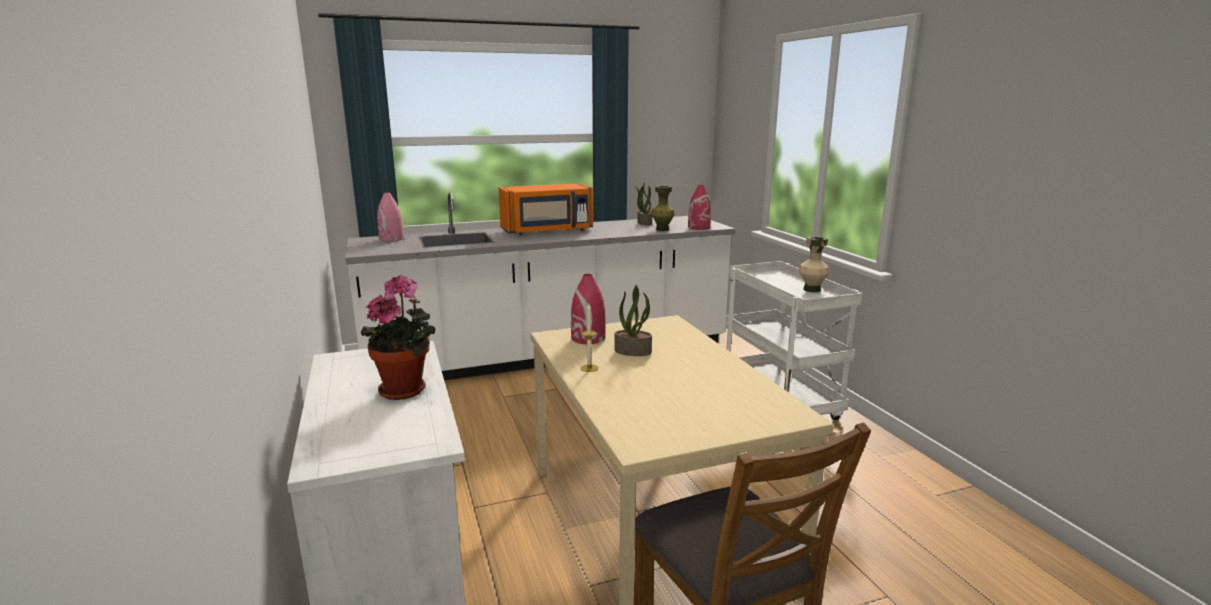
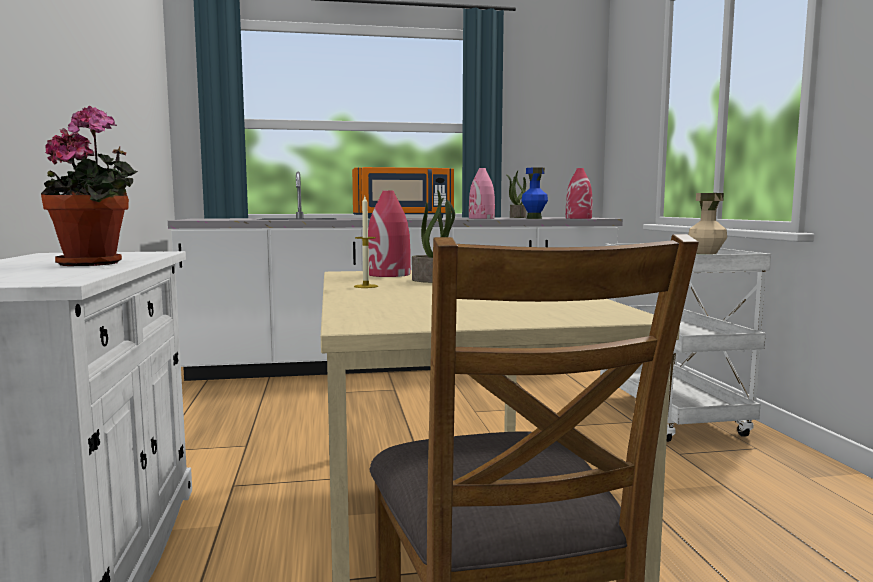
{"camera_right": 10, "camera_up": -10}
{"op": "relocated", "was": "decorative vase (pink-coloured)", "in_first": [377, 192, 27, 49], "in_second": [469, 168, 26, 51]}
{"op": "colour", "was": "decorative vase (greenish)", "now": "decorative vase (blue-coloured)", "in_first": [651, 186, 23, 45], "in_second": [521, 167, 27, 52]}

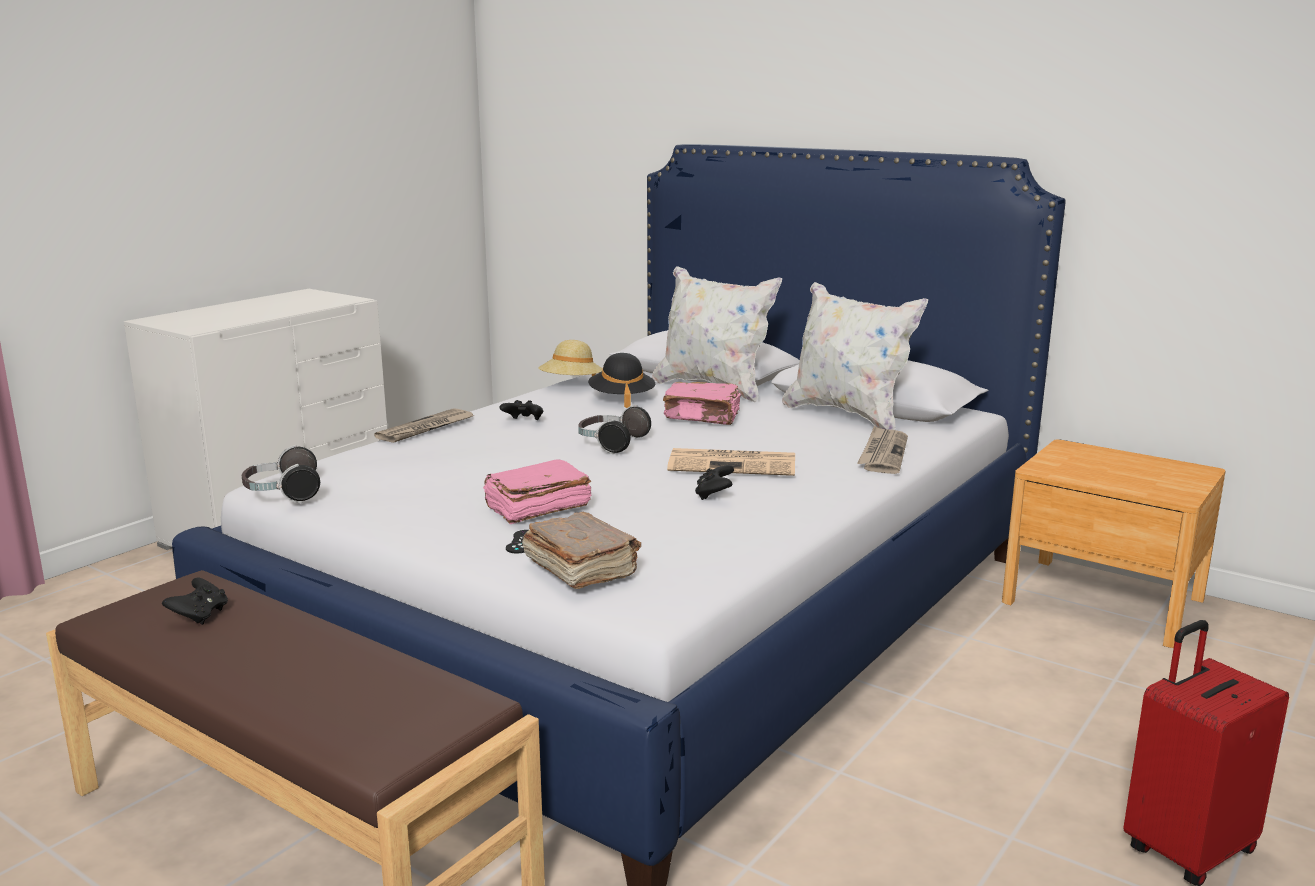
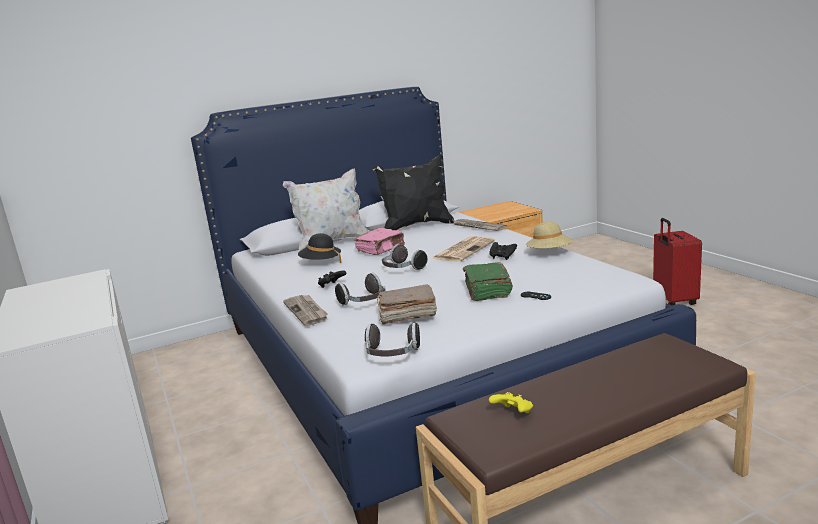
{"camera_right": -60, "camera_up": 0}
{"op": "appeared", "now": "headset", "in_second": [335, 273, 51, 33]}
{"op": "relocated", "was": "bound book (brownish)", "in_first": [522, 512, 119, 77], "in_second": [377, 284, 60, 41]}
{"op": "relocated", "was": "clothing hat (sand-coloured)", "in_first": [538, 340, 65, 36], "in_second": [526, 222, 47, 26]}
{"op": "colour", "was": "game controller (blackish)", "now": "game controller (yellow-coloured)", "in_first": [162, 578, 66, 47], "in_second": [489, 392, 44, 21]}
{"op": "colour", "was": "bound book (pink-coloured)", "now": "bound book (greenish)", "in_first": [483, 459, 108, 65], "in_second": [463, 262, 50, 39]}
{"op": "colour", "was": "pillow (white-coloured)", "now": "pillow (blackish)", "in_first": [782, 282, 146, 148], "in_second": [372, 155, 82, 75]}

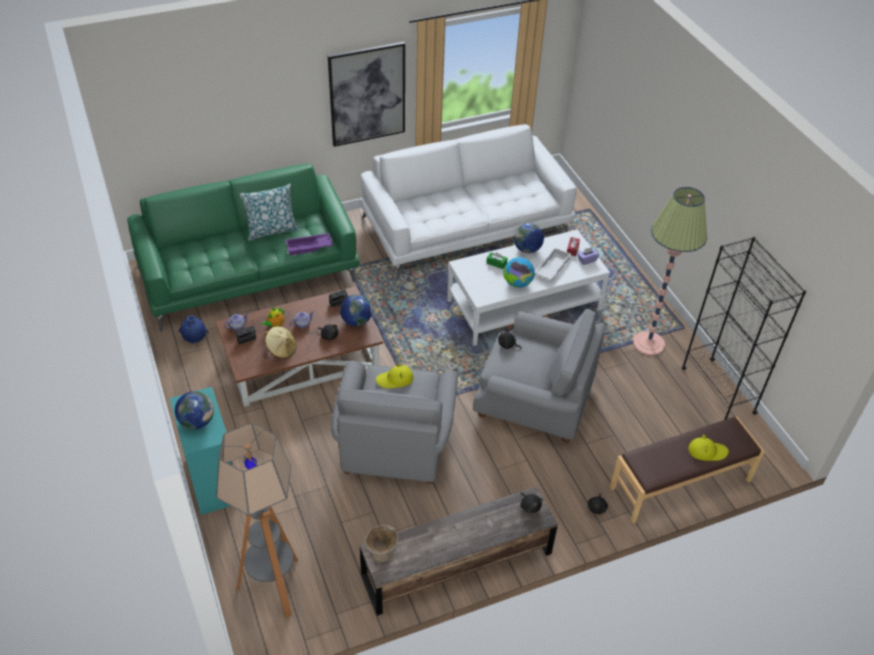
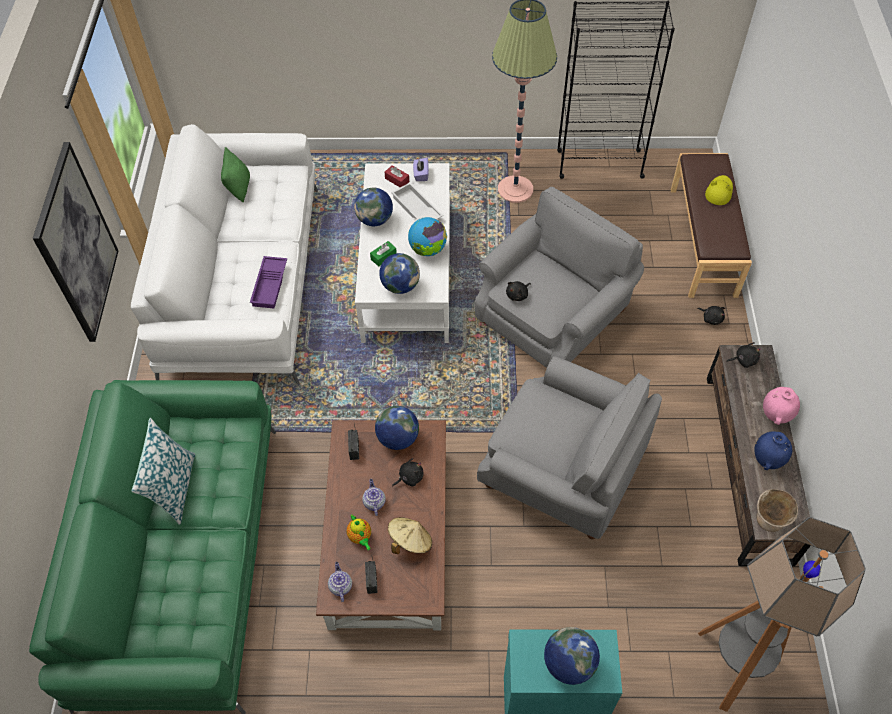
{"camera_right": -65, "camera_up": 10}
{"op": "missing", "was": "clothing hat (yellow-coloured)", "in_first": [376, 363, 37, 25]}
{"op": "appeared", "now": "pillow (greenish)", "in_second": [221, 147, 29, 55]}
{"op": "appeared", "now": "world globe", "in_second": [379, 253, 41, 41]}
{"op": "appeared", "now": "decorative vase (pink-coloured)", "in_second": [763, 387, 37, 38]}
{"op": "relocated", "was": "decorative vase (blue-coloured)", "in_first": [179, 315, 30, 29], "in_second": [754, 431, 38, 39]}
{"op": "relocated", "was": "carrying tray (purple)", "in_first": [286, 233, 47, 22], "in_second": [250, 256, 37, 53]}

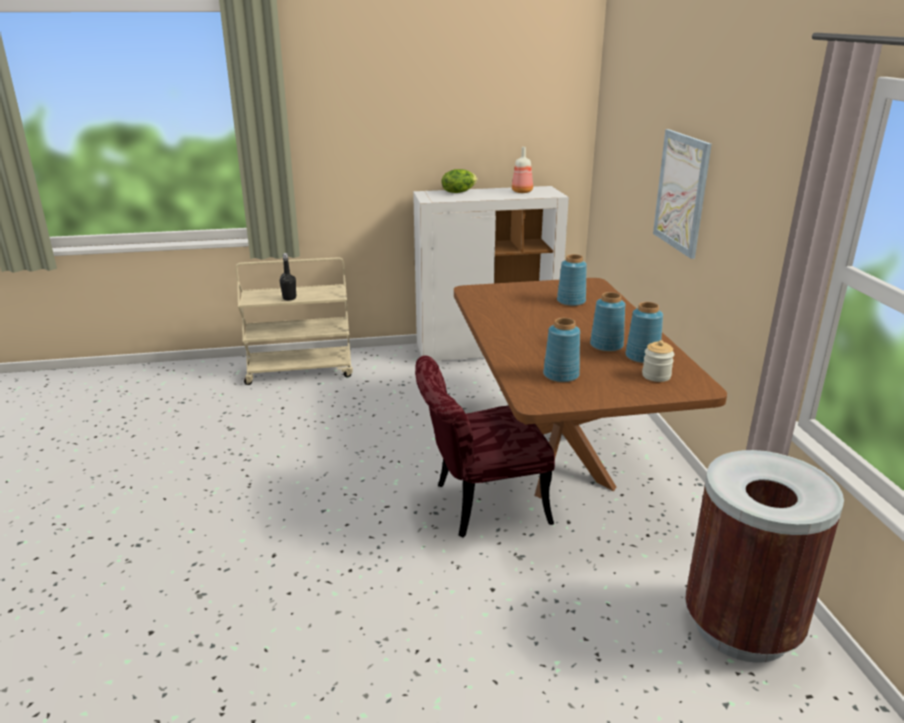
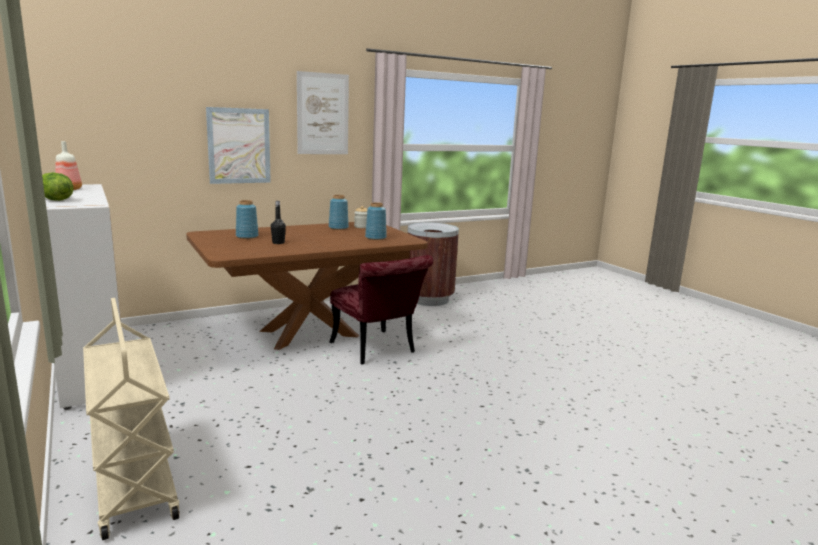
{"camera_right": -110, "camera_up": -10}
{"op": "missing", "was": "decorative vase (blue-coloured)", "in_first": [590, 292, 35, 60]}
{"op": "appeared", "now": "wall art", "in_second": [297, 71, 52, 83]}
{"op": "relocated", "was": "bottle (blackish)", "in_first": [280, 253, 17, 48], "in_second": [271, 201, 15, 43]}

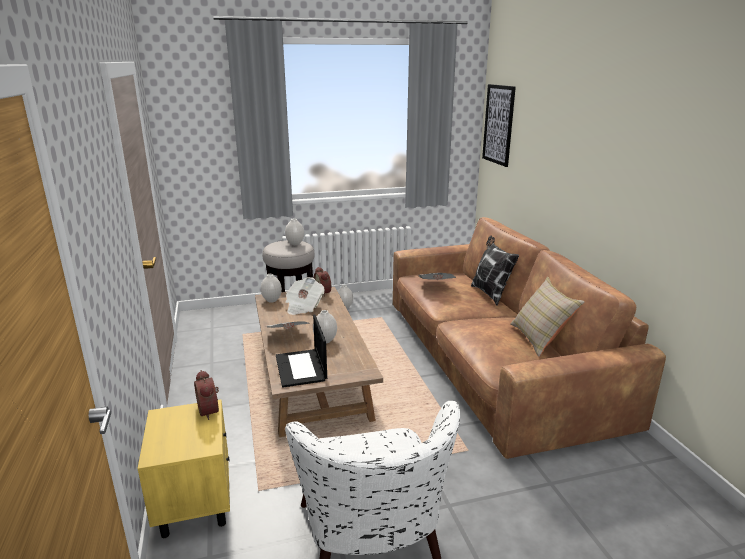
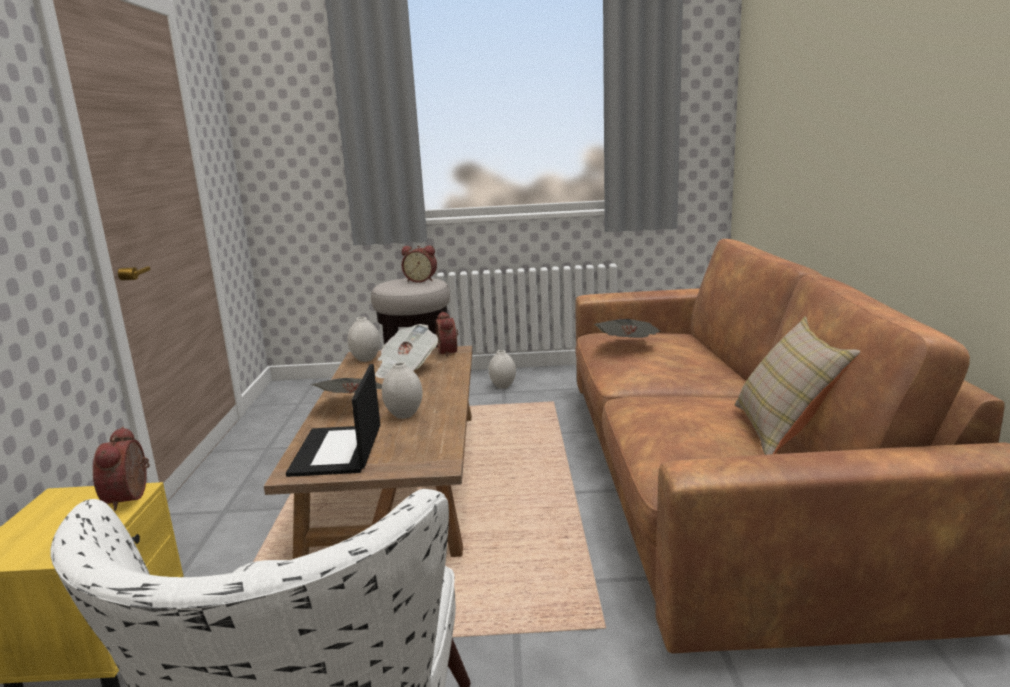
{"camera_right": 15, "camera_up": -5}
{"op": "missing", "was": "pillow", "in_first": [471, 236, 48, 70]}
{"op": "missing", "was": "wall art", "in_first": [482, 84, 34, 83]}
{"op": "exchanged", "was": "decorative vase (white-coloured)", "now": "alarm clock", "in_first": [285, 218, 19, 27], "in_second": [402, 245, 35, 38]}

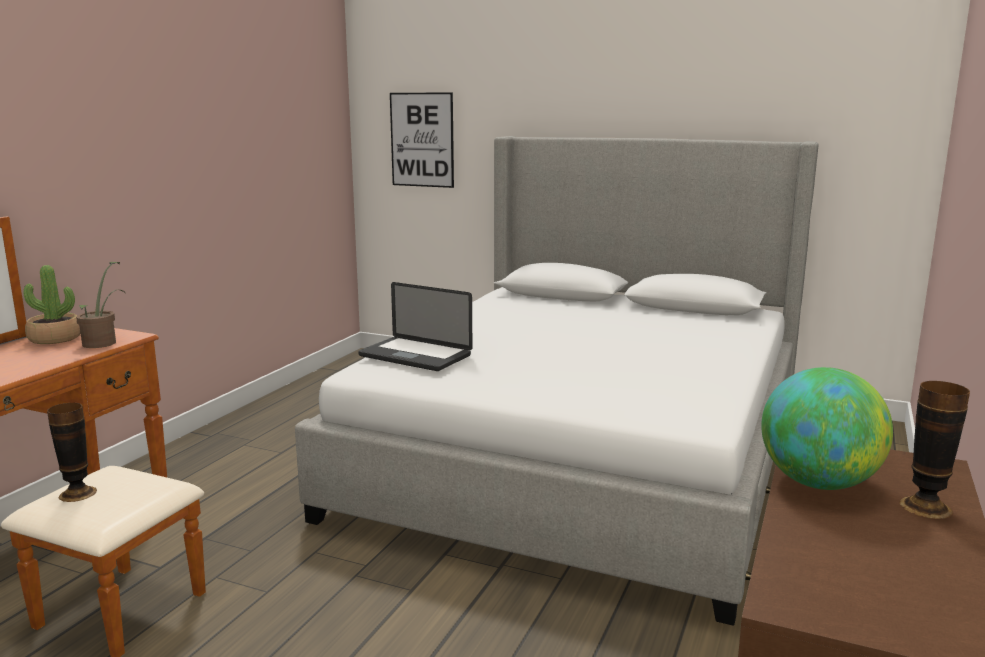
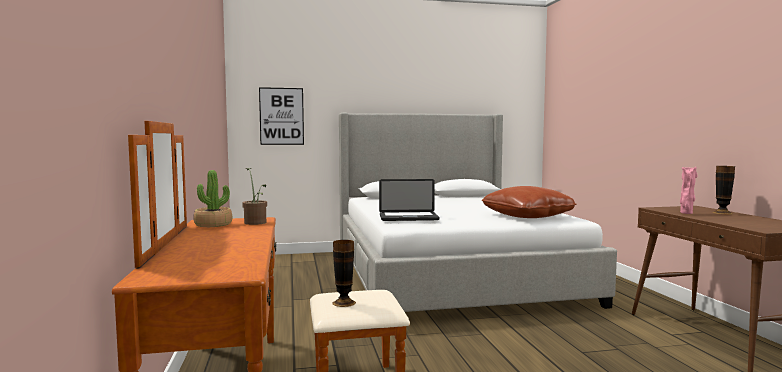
{"camera_right": -35, "camera_up": -10}
{"op": "appeared", "now": "pillow (brownish)", "in_second": [482, 186, 94, 32]}
{"op": "exchanged", "was": "world globe", "now": "decorative vase (pink-coloured)", "in_first": [761, 367, 132, 123], "in_second": [680, 167, 18, 47]}

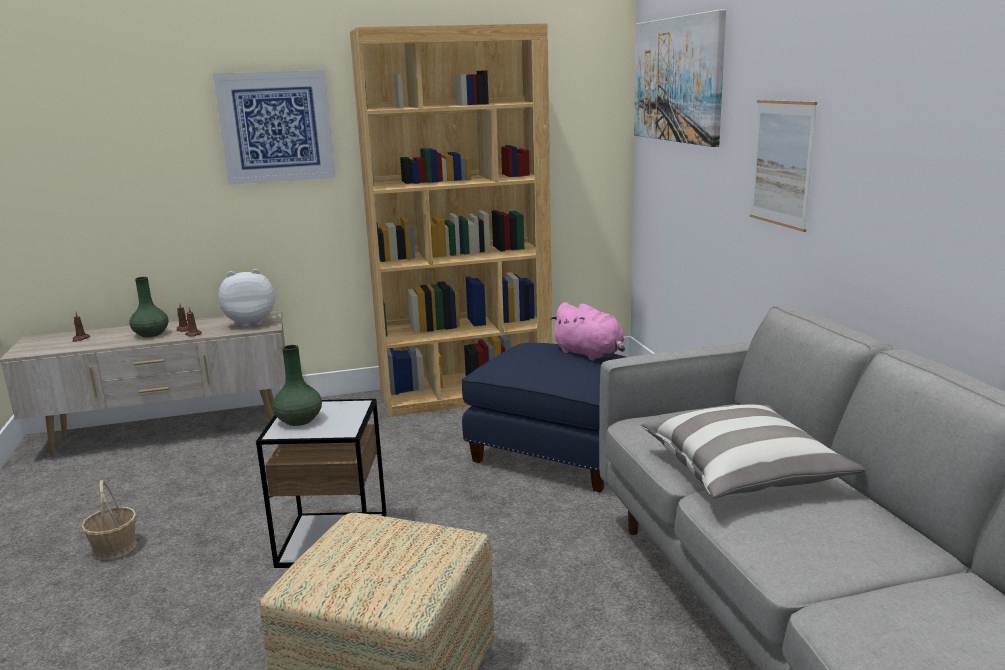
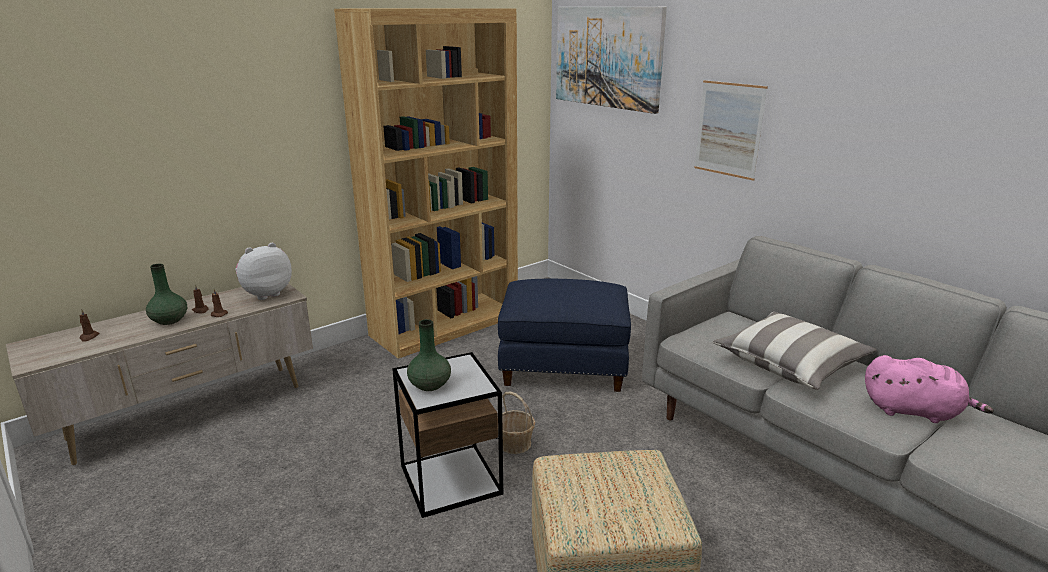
{"camera_right": -25, "camera_up": 5}
{"op": "missing", "was": "wall art", "in_first": [213, 70, 123, 115]}
{"op": "relocated", "was": "storage basket", "in_first": [81, 480, 56, 80], "in_second": [502, 392, 33, 62]}
{"op": "relocated", "was": "soft toy (pink-coloured)", "in_first": [550, 302, 75, 59], "in_second": [865, 355, 129, 68]}

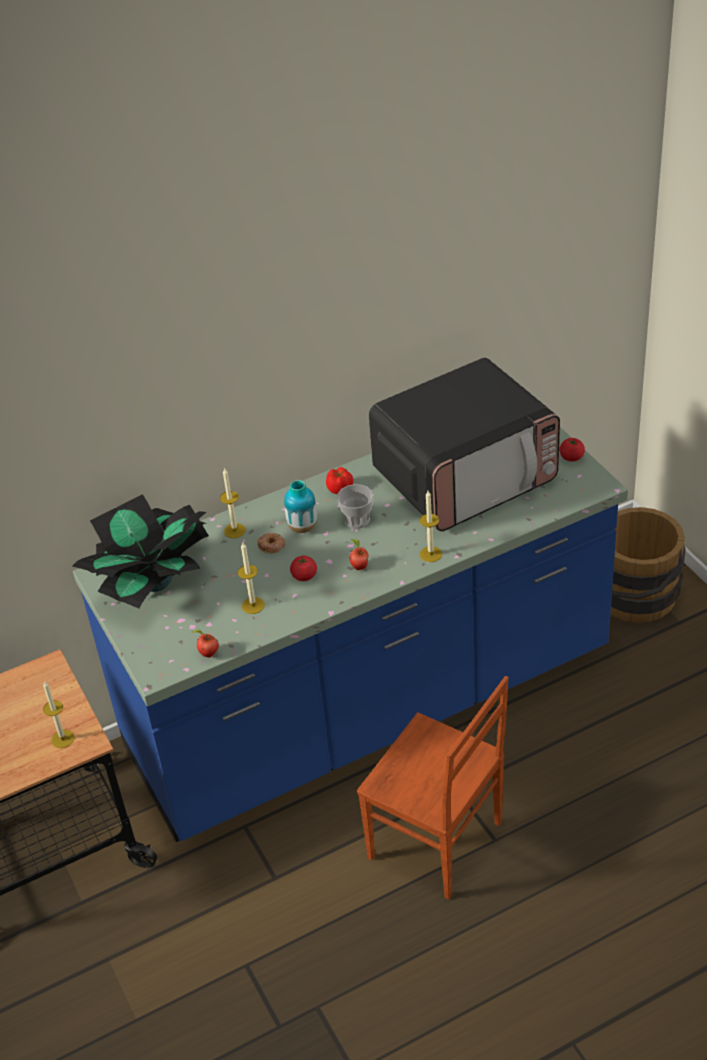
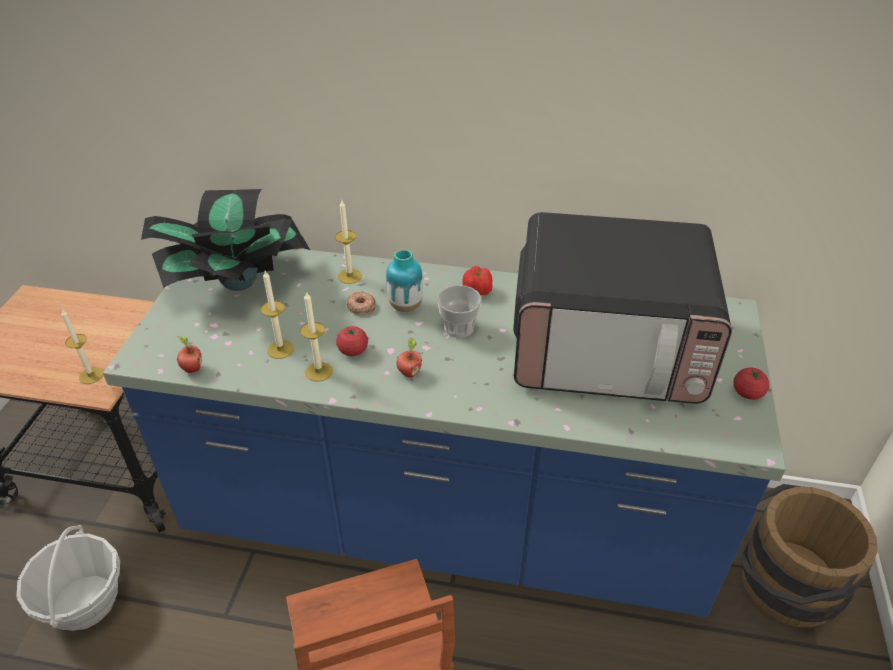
{"camera_right": 35, "camera_up": 0}
{"op": "appeared", "now": "storage basket", "in_second": [16, 525, 104, 106]}
{"op": "relocated", "was": "wax light", "in_first": [420, 491, 22, 71], "in_second": [300, 291, 33, 91]}

